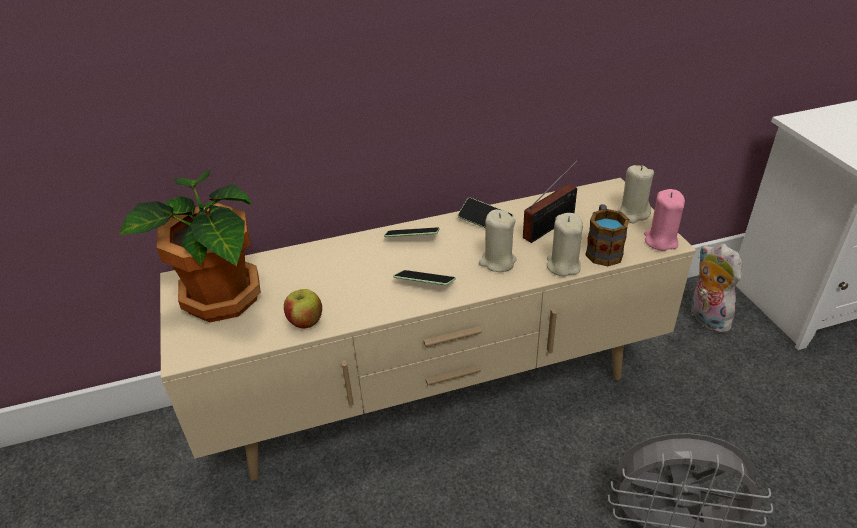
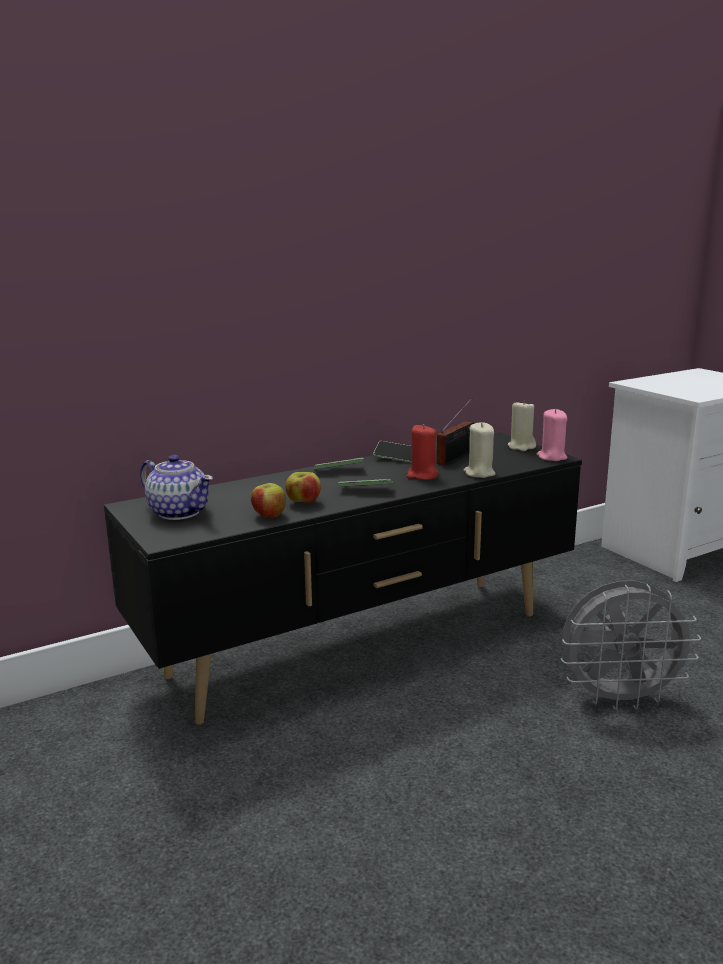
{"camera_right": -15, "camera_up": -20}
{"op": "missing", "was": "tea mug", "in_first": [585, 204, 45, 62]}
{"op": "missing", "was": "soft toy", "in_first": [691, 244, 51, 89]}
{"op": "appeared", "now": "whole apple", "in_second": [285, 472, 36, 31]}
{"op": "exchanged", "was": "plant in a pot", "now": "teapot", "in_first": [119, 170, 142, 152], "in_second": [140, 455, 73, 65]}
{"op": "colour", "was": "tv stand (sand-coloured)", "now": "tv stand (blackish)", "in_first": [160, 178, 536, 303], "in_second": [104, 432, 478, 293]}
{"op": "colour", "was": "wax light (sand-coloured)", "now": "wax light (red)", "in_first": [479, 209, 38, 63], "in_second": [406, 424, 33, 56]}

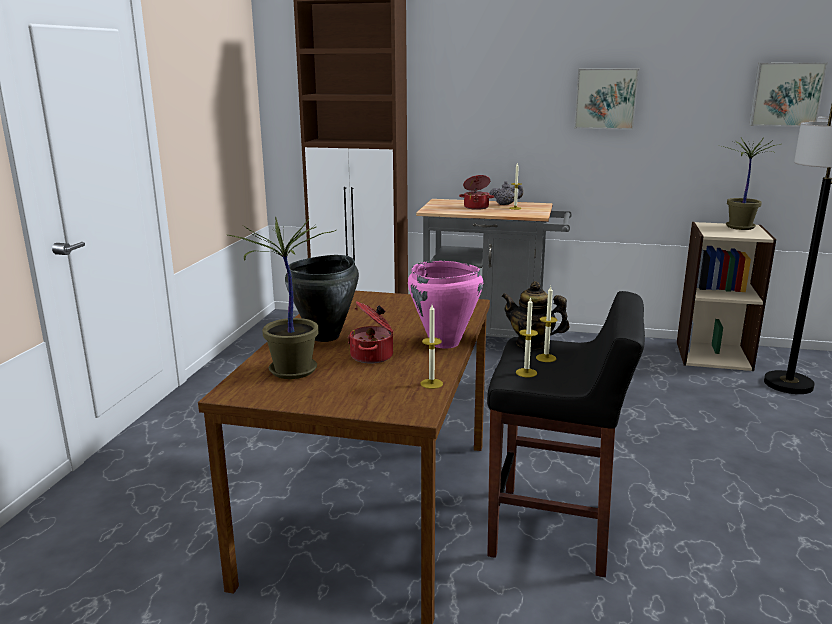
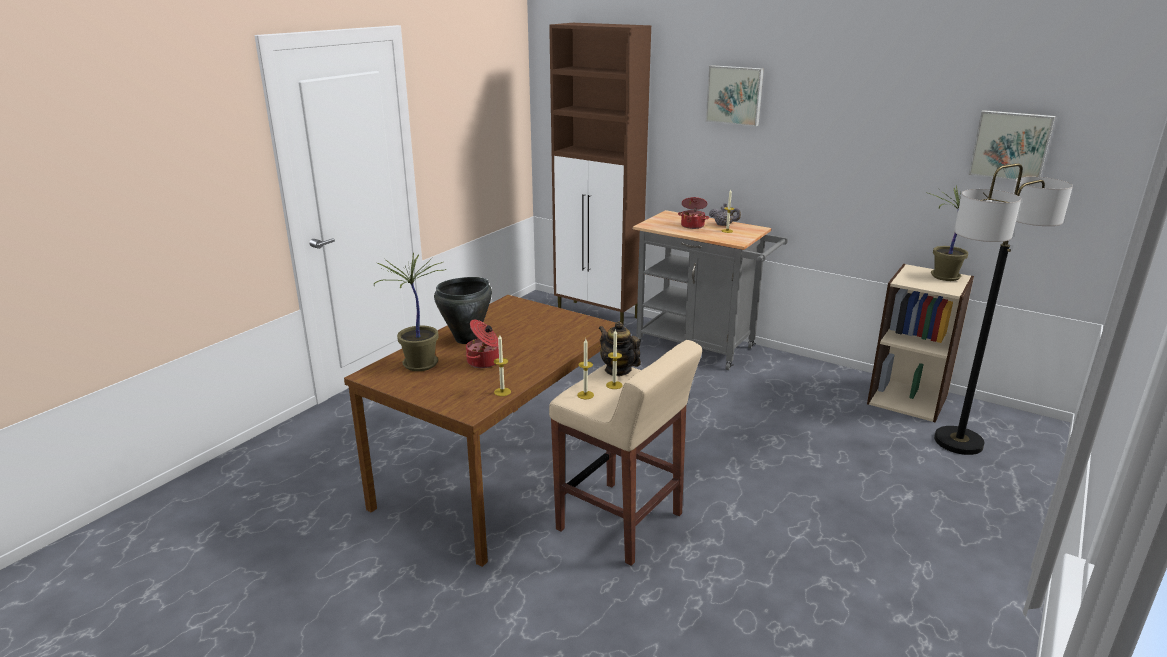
{"camera_right": 20, "camera_up": 5}
{"op": "missing", "was": "saucepot (pink-coloured)", "in_first": [408, 261, 75, 88]}
{"op": "relocated", "was": "wall art", "in_first": [574, 69, 65, 61], "in_second": [706, 65, 58, 62]}
{"op": "colour", "was": "sitting stool (blackish)", "now": "sitting stool (sand-coloured)", "in_first": [487, 291, 158, 286], "in_second": [549, 340, 153, 226]}

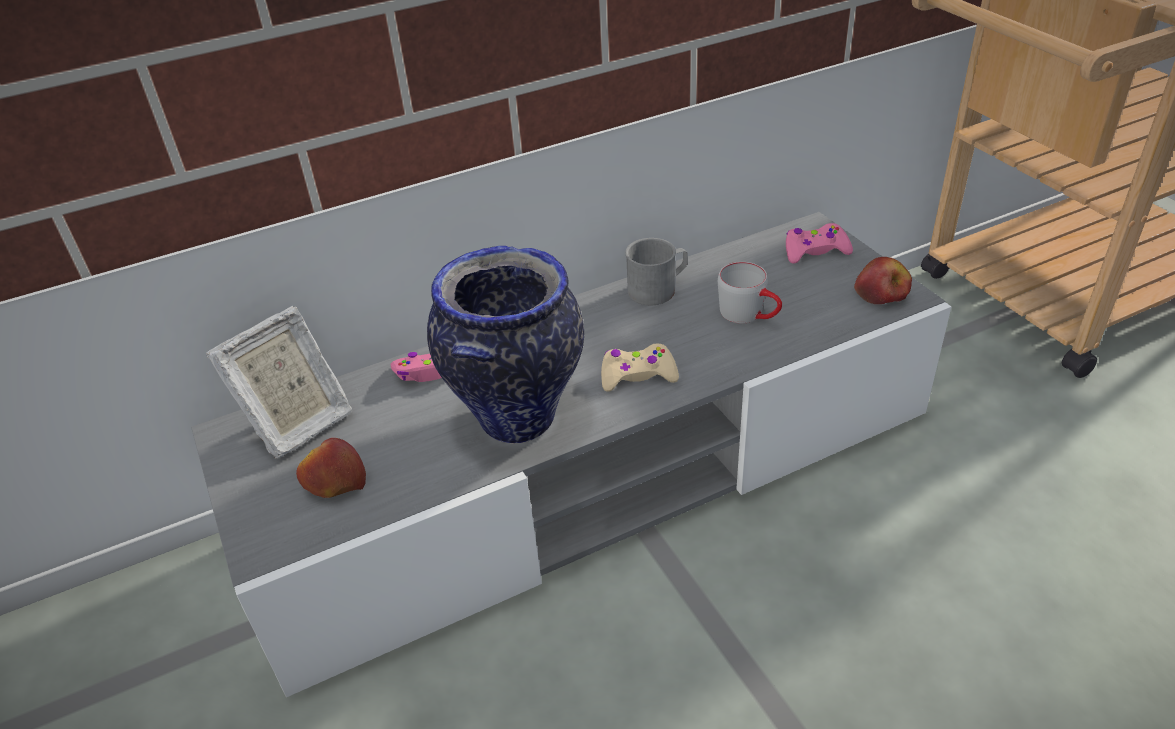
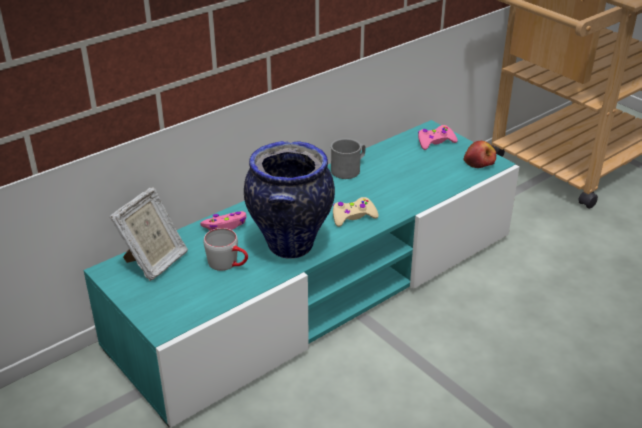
{"camera_right": -15, "camera_up": -5}
{"op": "missing", "was": "whole apple", "in_first": [296, 438, 70, 60]}
{"op": "relocated", "was": "tea mug (greyish)", "in_first": [718, 262, 64, 61], "in_second": [204, 228, 44, 43]}
{"op": "colour", "was": "tv stand (greyish)", "now": "tv stand (blue-green)", "in_first": [191, 212, 760, 485], "in_second": [84, 120, 435, 307]}

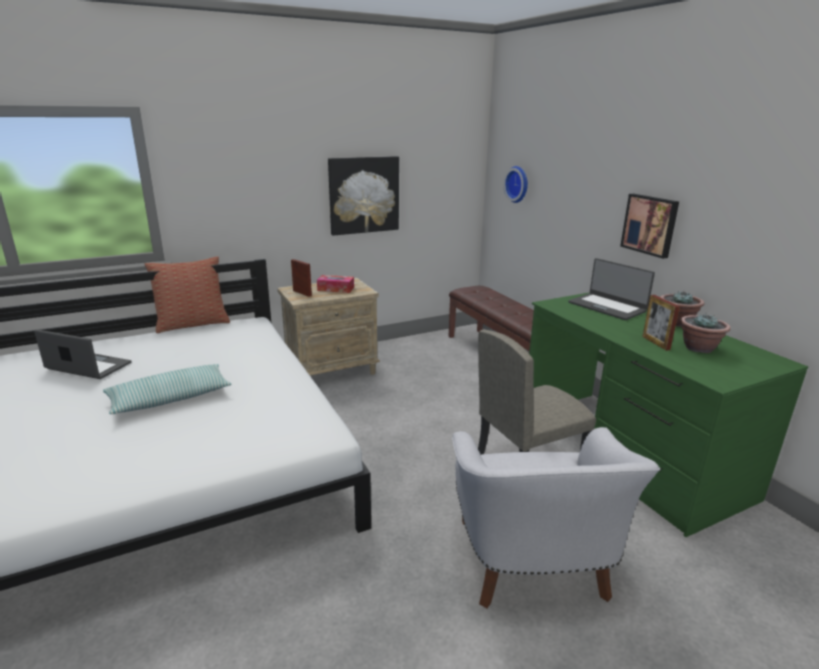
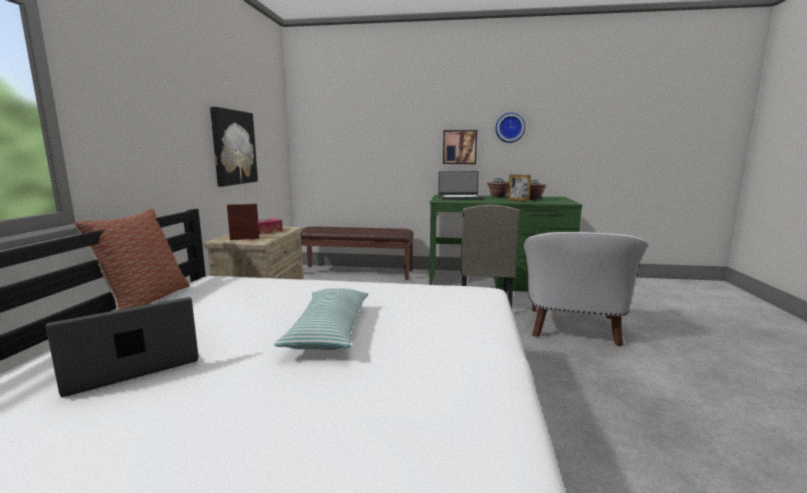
{"camera_right": -55, "camera_up": -10}
{"op": "relocated", "was": "hanging clock", "in_first": [504, 166, 24, 37], "in_second": [496, 113, 29, 30]}
{"op": "spun", "was": "armchair (white-coloured)", "in_first": [452, 427, 208, 181], "in_second": [524, 232, 125, 114], "clockwise": 75}

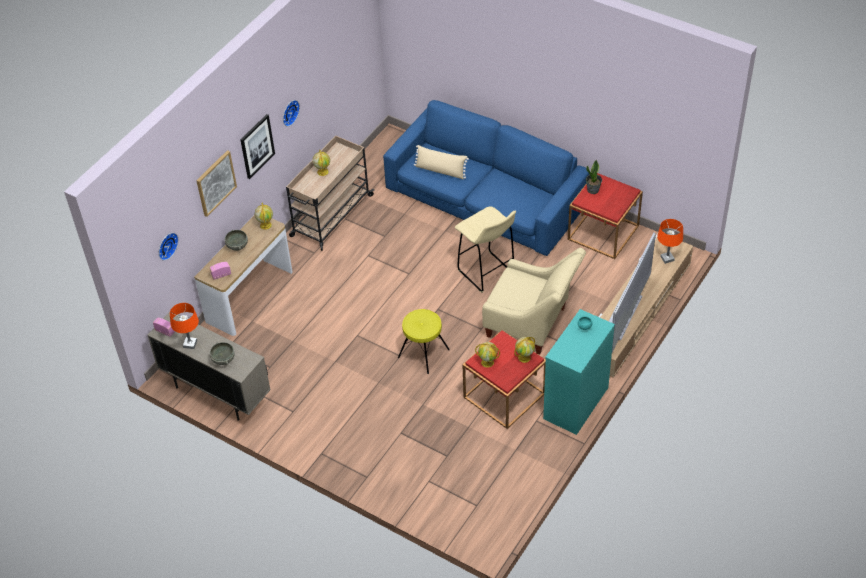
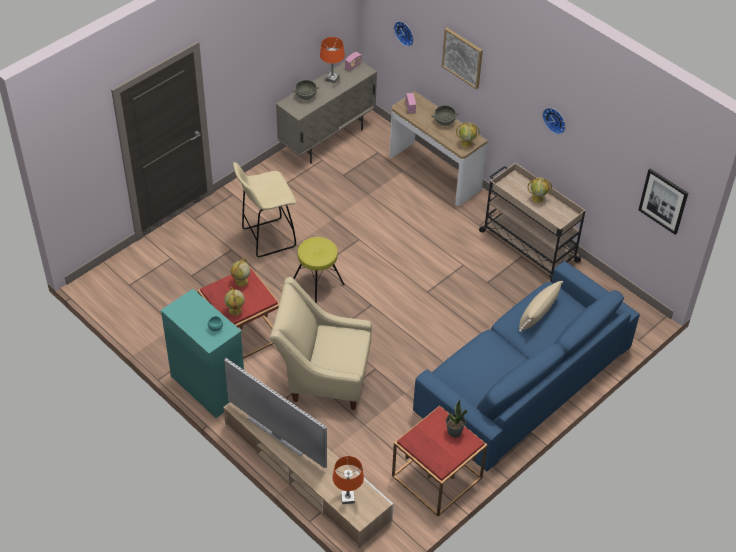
{"camera_right": 100, "camera_up": 0}
{"op": "relocated", "was": "wall art", "in_first": [241, 114, 34, 65], "in_second": [639, 169, 49, 66]}
{"op": "relocated", "was": "sitting stool (sand-coloured)", "in_first": [455, 206, 61, 87], "in_second": [233, 162, 63, 97]}
{"op": "spun", "was": "armchair (sand-coloured)", "in_first": [482, 248, 104, 107], "in_second": [270, 277, 102, 133], "clockwise": 60}

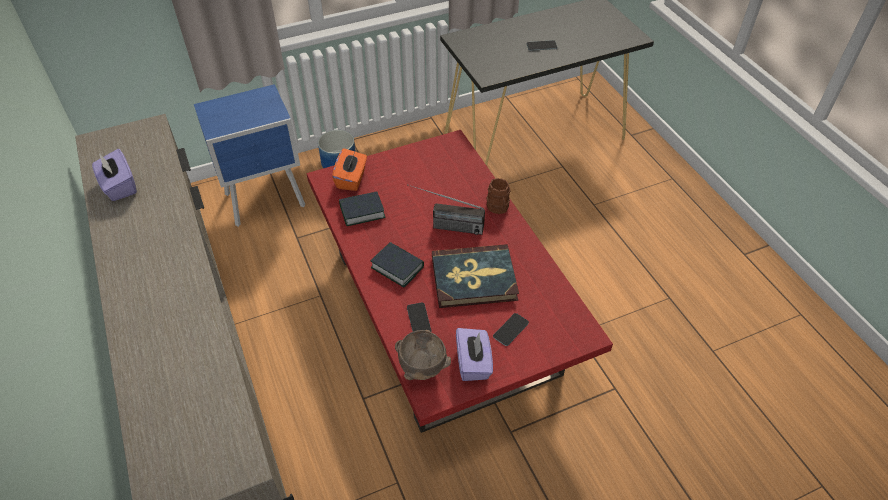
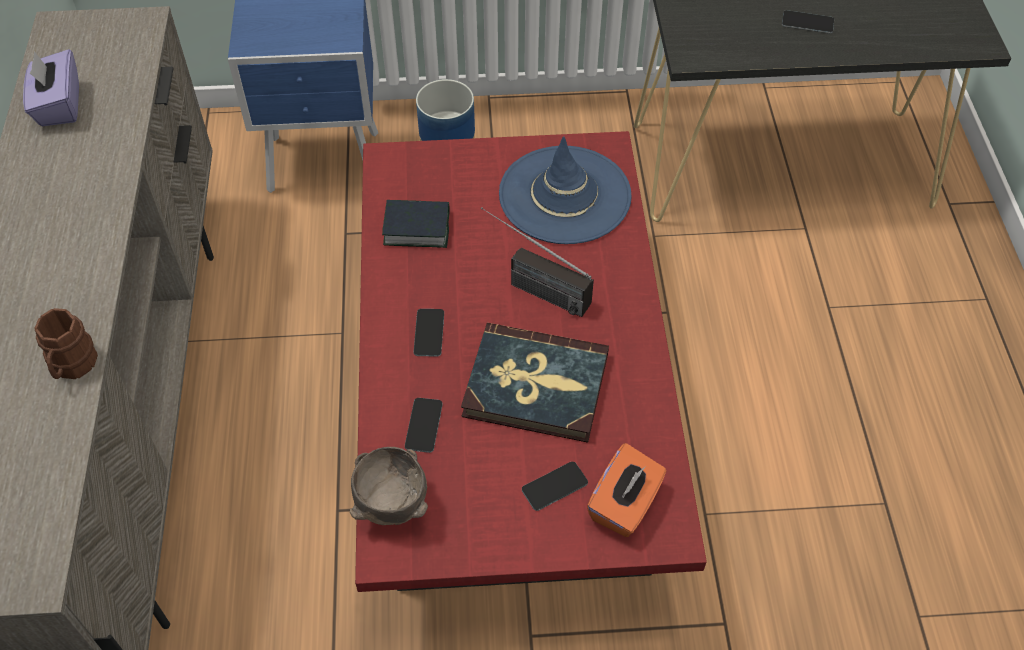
{"camera_right": 20, "camera_up": 5}
{"op": "missing", "was": "tissue box (purple)", "in_first": [456, 328, 37, 53]}
{"op": "appeared", "now": "clothing hat (blue-coloured)", "in_second": [499, 136, 132, 108]}
{"op": "relocated", "was": "tissue box (orangey)", "in_first": [332, 148, 35, 43], "in_second": [587, 443, 79, 94]}
{"op": "relocated", "was": "tea mug (brownish)", "in_first": [487, 178, 24, 36], "in_second": [35, 308, 63, 71]}
{"op": "exchanged", "was": "bound book", "now": "telephone", "in_first": [371, 242, 53, 46], "in_second": [414, 309, 30, 48]}

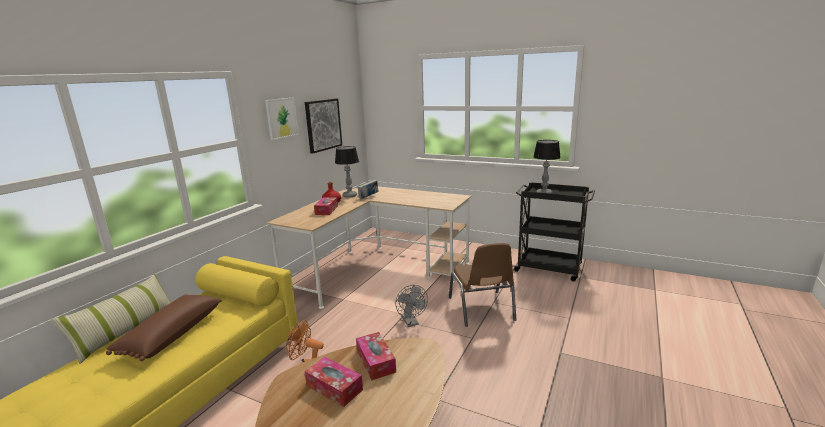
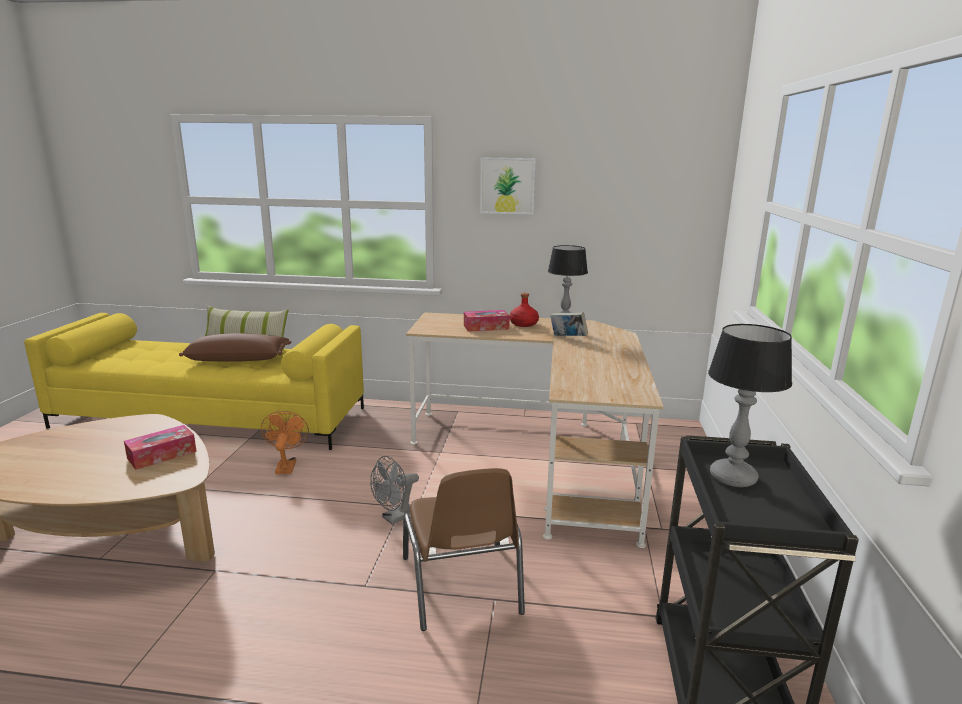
{"camera_right": 70, "camera_up": 0}
{"op": "missing", "was": "wall art", "in_first": [305, 99, 37, 54]}
{"op": "missing", "was": "tissue box", "in_first": [305, 357, 58, 50]}
{"op": "spun", "was": "chair (brownish)", "in_first": [449, 243, 67, 84], "in_second": [403, 468, 122, 163], "clockwise": -75}

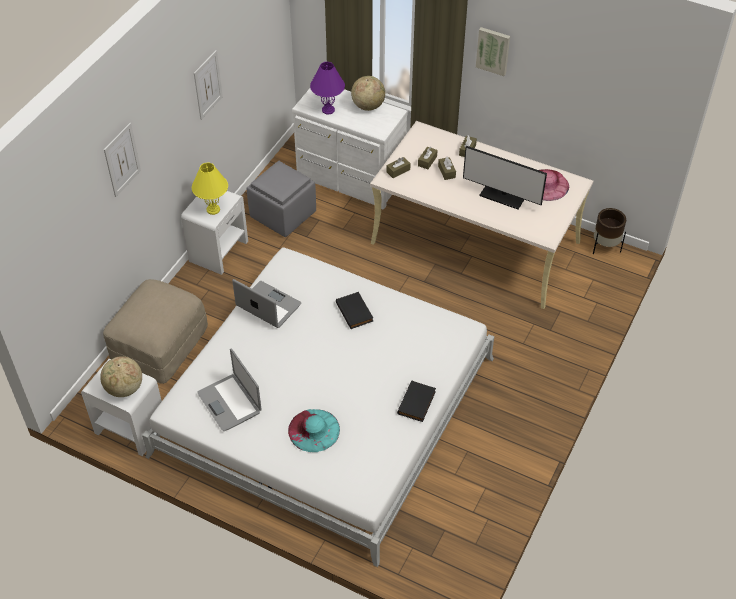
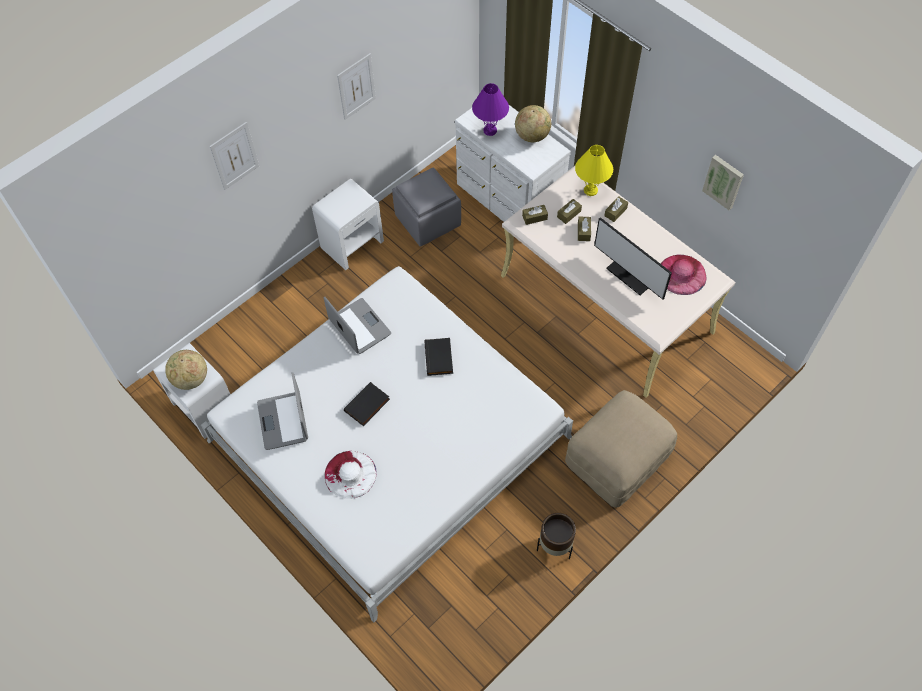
{"camera_right": 20, "camera_up": 10}
{"op": "relocated", "was": "footrest (sand-coloured)", "in_first": [103, 279, 105, 105], "in_second": [565, 390, 112, 118]}
{"op": "relocated", "was": "tabletop lamp (yellow-coloured)", "in_first": [192, 163, 36, 52], "in_second": [575, 145, 38, 51]}
{"op": "relocated", "was": "bound book (blackish)", "in_first": [397, 381, 39, 41], "in_second": [344, 382, 46, 44]}
{"op": "relocated", "was": "wall art", "in_first": [476, 27, 34, 49], "in_second": [702, 155, 42, 55]}
{"op": "relocated", "was": "plant pot (brownish)", "in_first": [593, 208, 33, 46], "in_second": [537, 513, 39, 46]}
{"op": "colour", "was": "clothing hat (blue-green)", "now": "clothing hat (white-coloured)", "in_first": [288, 409, 52, 43], "in_second": [325, 451, 51, 48]}

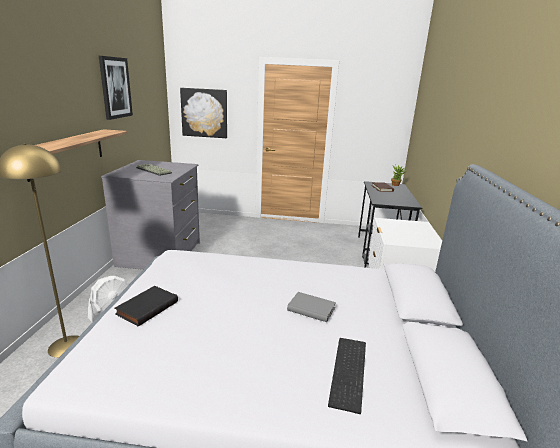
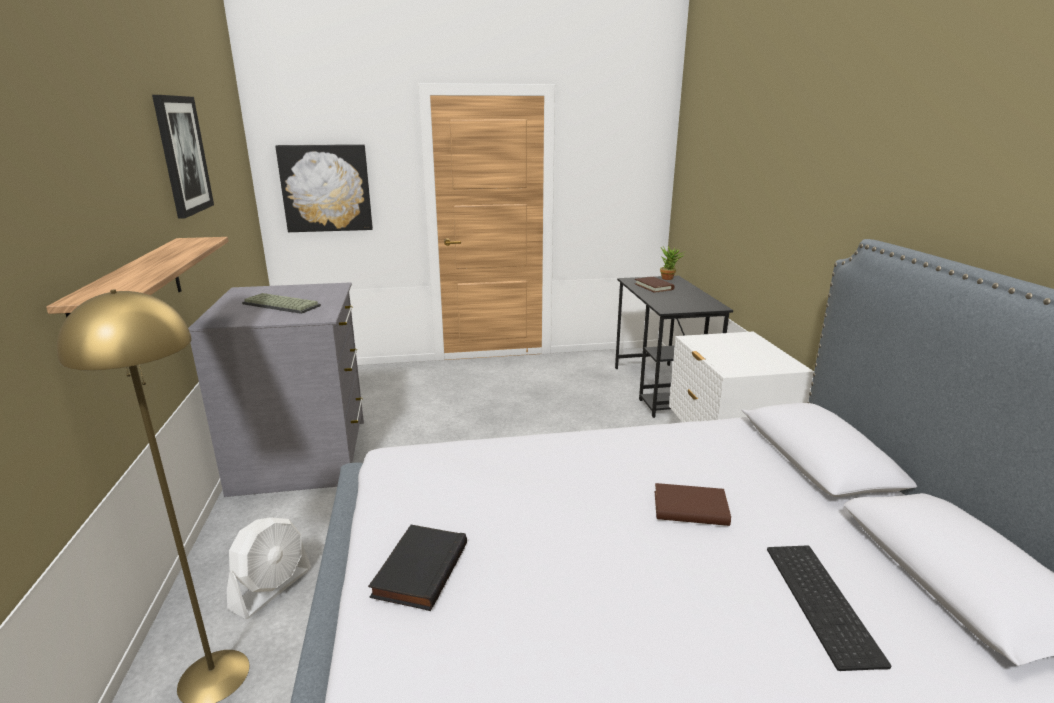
{"camera_right": -15, "camera_up": 0}
{"op": "colour", "was": "bound book (greyish)", "now": "bound book (brownish)", "in_first": [287, 292, 49, 30], "in_second": [655, 483, 76, 43]}

